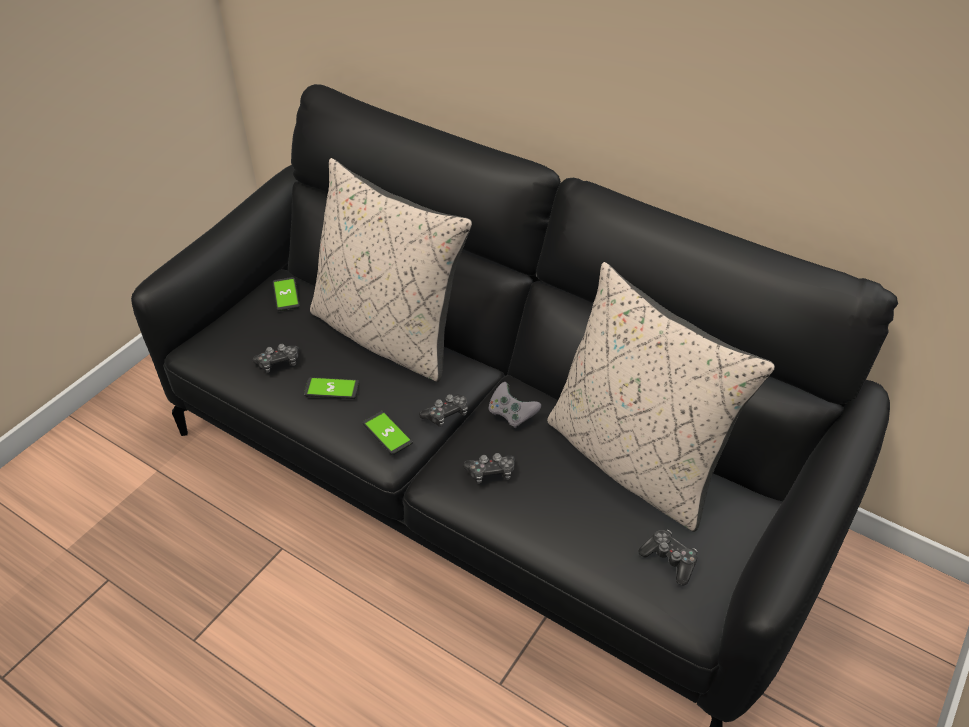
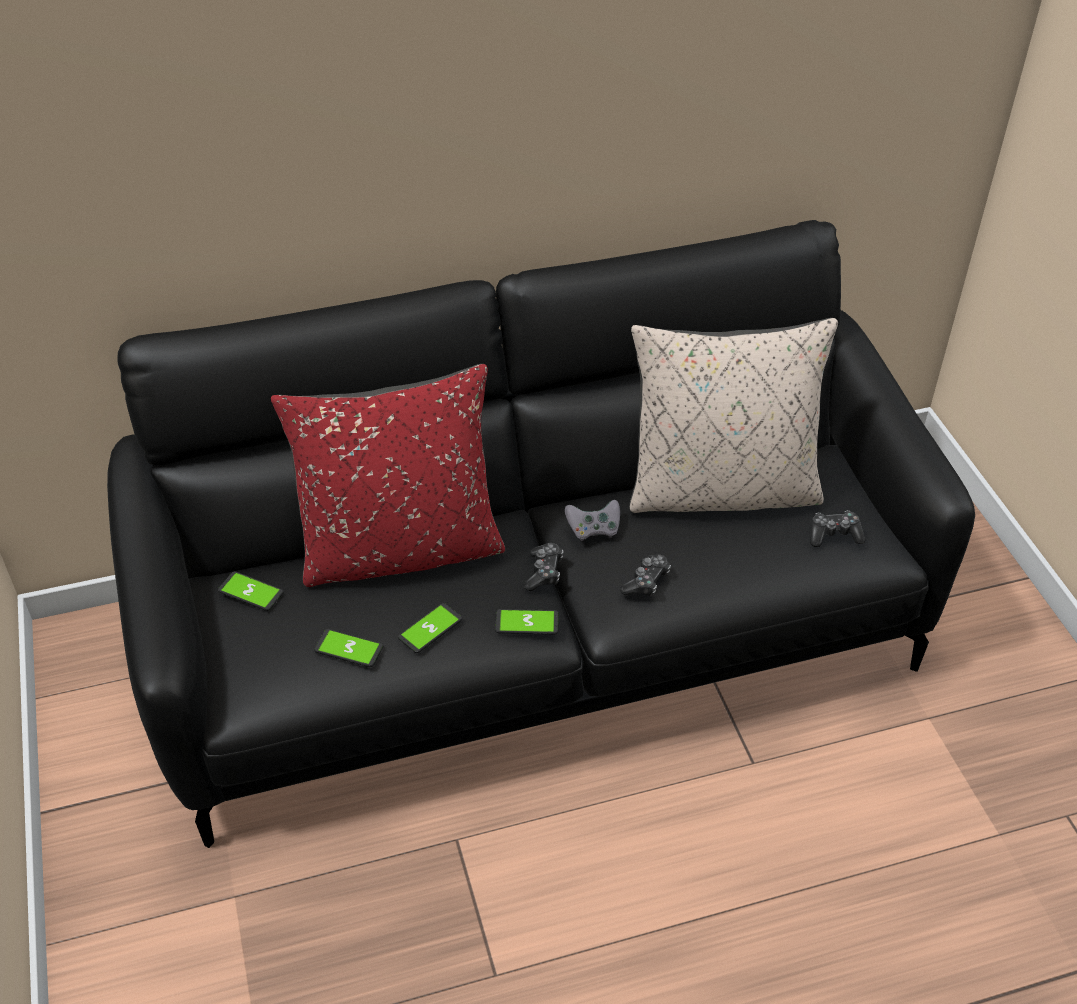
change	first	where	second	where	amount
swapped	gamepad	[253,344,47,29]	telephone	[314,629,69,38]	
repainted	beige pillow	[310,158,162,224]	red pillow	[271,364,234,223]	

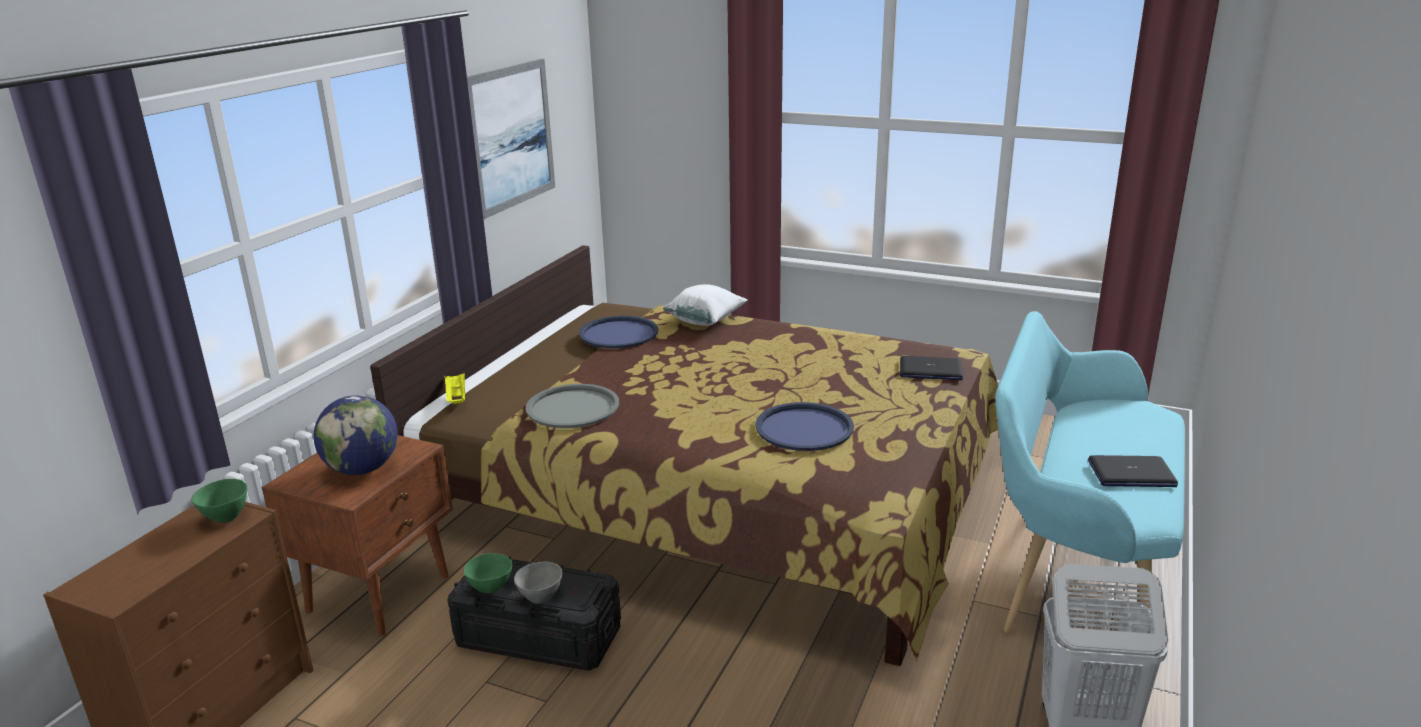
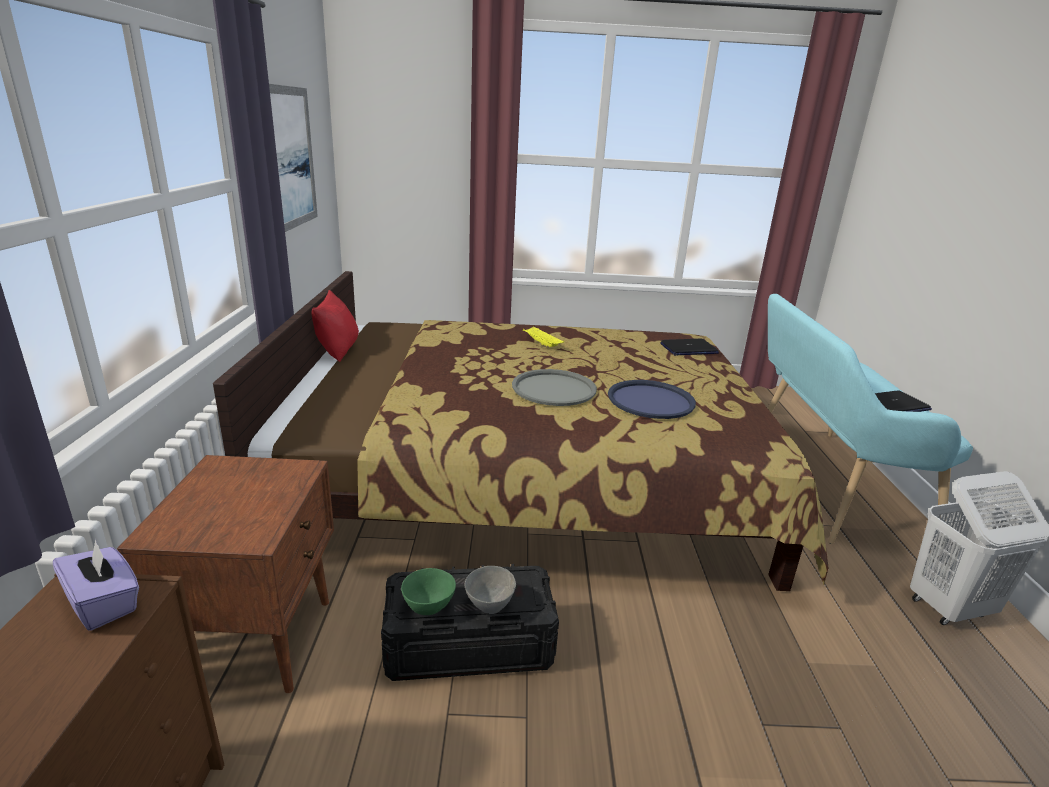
change	first	where	second	where	amount
swapped	greenish deep dish	[191,479,56,44]	purplish tissue box	[53,539,86,92]	
gone	world globe	[313,395,85,80]			
shifted	yellowish carrying tray	[444,372,21,32]		[523,327,41,20]	
shifted	grey carrying tray	[526,384,93,44]		[512,369,85,37]	
gone	bluish carrying tray	[579,316,79,32]			
gone	whitish pillow	[663,284,85,42]			
new			red pillow	[312,290,47,72]	

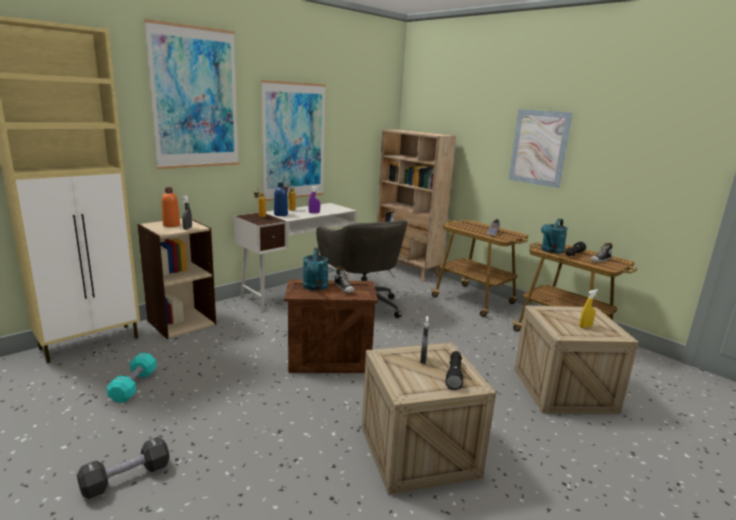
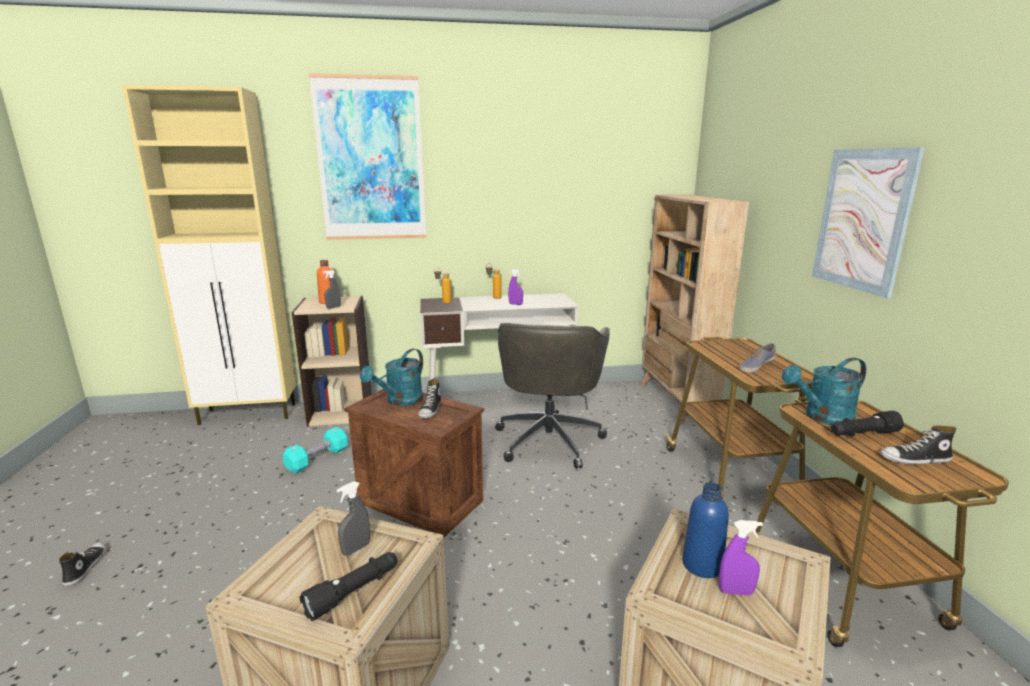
change	first	where	second	where	amount
swapped	black-coloured hand weight	[77,437,93,62]	low shoe	[59,542,47,45]	
shifted	turquoise hand weight	[107,353,50,50]		[282,427,66,46]	
gone	wall art	[261,80,65,121]			
shifted	bluish beverage bottle	[274,183,14,33]		[682,482,47,96]	
repainted	yellowish sprayer	[579,289,19,39]	purplish sprayer	[719,520,44,75]	

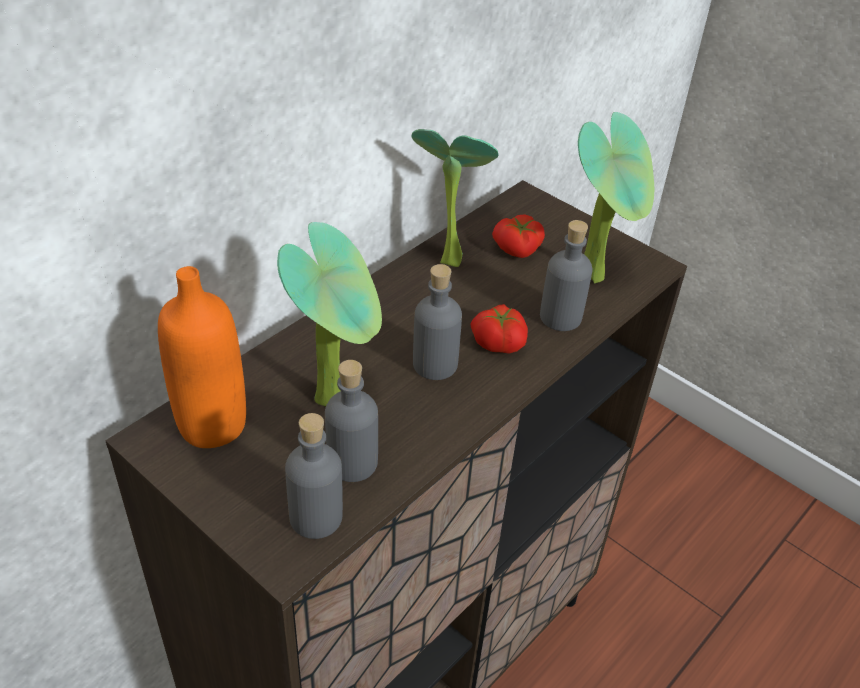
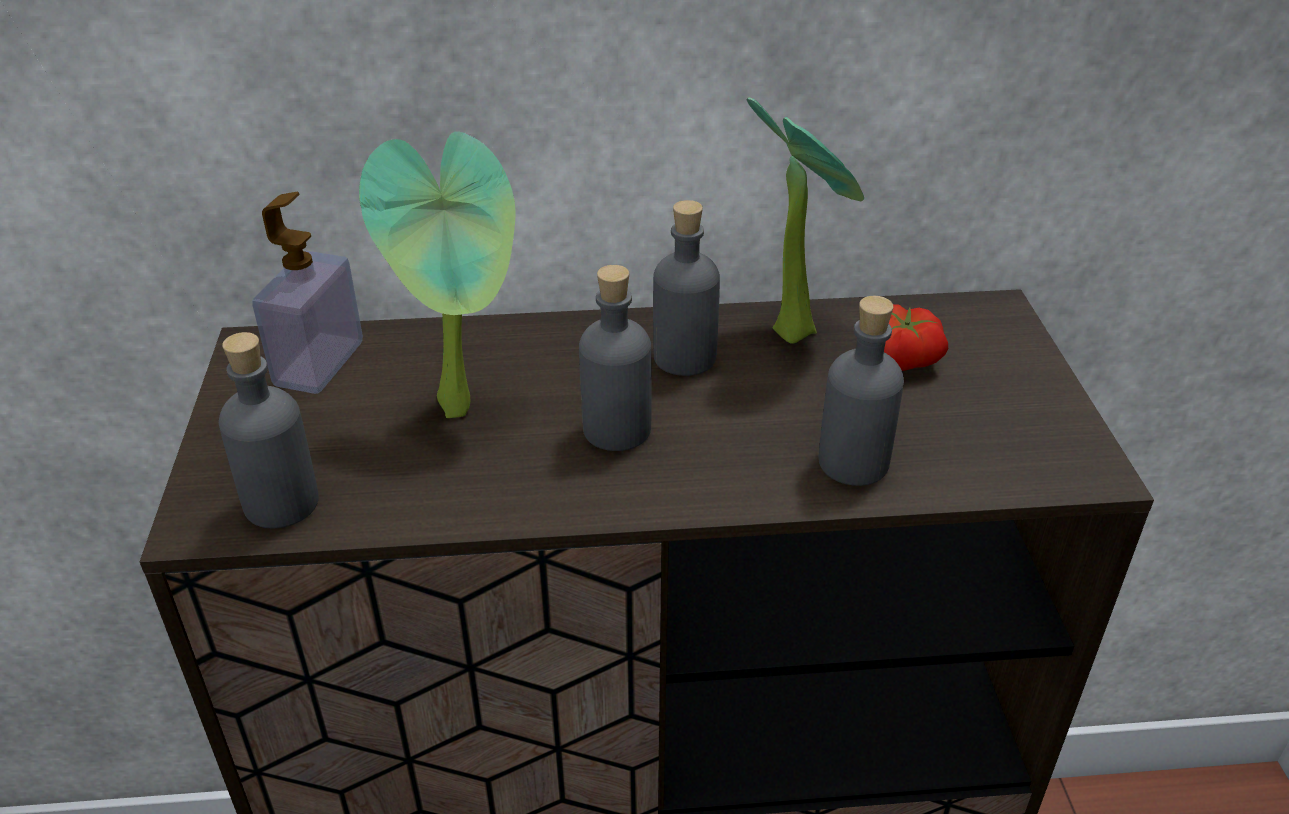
change	first	where	second	where	amount
swapped	orange-coloured beverage bottle	[158,266,88,182]	soap dispenser	[252,192,111,202]	
shifted	grey beverage bottle	[325,360,53,122]		[653,200,67,176]	
gone	tomato	[470,304,58,50]			
gone	potted plant	[578,112,76,171]			

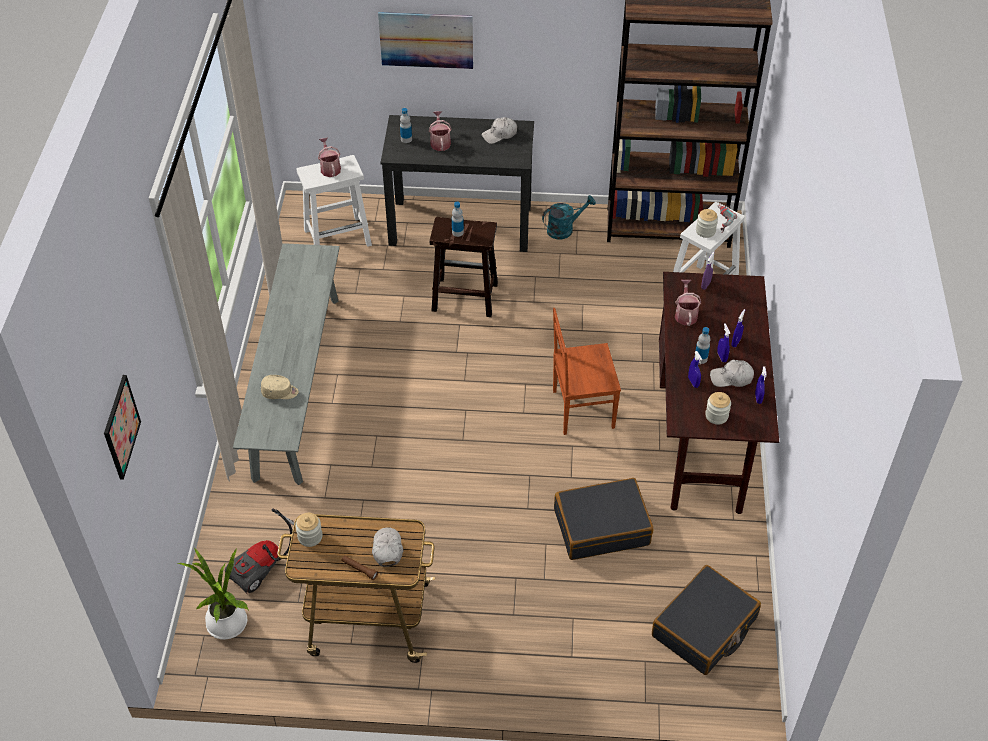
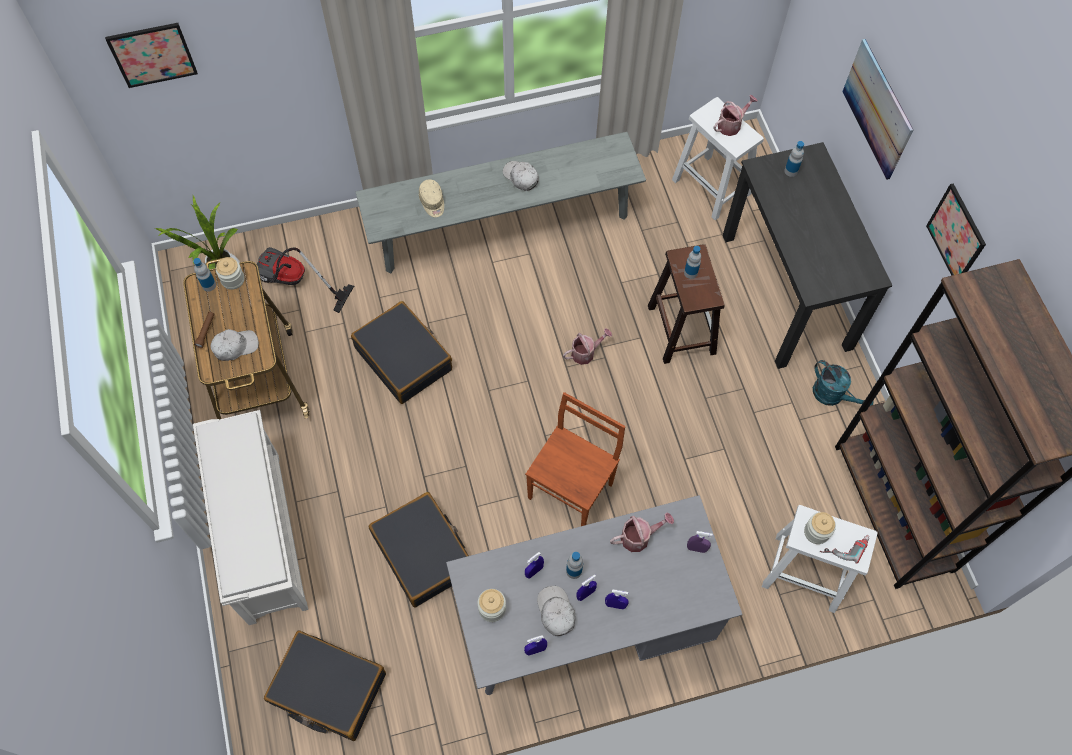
change	first	where	second	where	amount
shifted	watering pot	[429,111,23,40]		[563,328,49,37]	
shifted	whitish cap	[482,117,35,27]		[503,161,36,30]	
rotated	brown-coloured upright chair	[553,308,68,127]		[525,392,100,134]	60 degrees clockwise
repainted	brown-coloured desk table	[659,272,120,242]	grey desk table	[446,495,297,200]	
new			beverage bottle	[193,258,23,34]	
new			whitish shoe rack	[193,410,115,215]	
new			black-coloured travel case	[351,301,101,103]	
new			wall art	[926,184,60,92]	

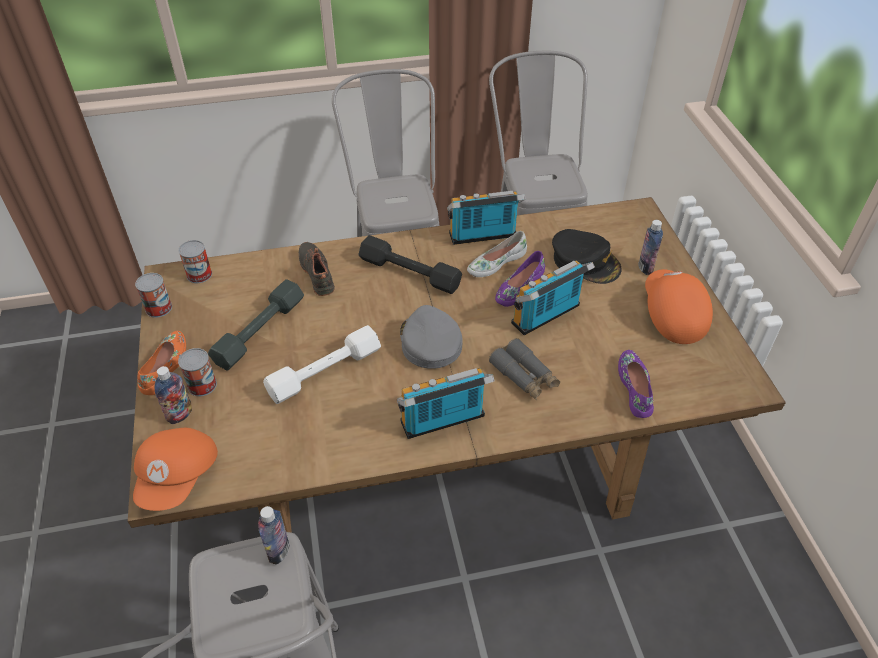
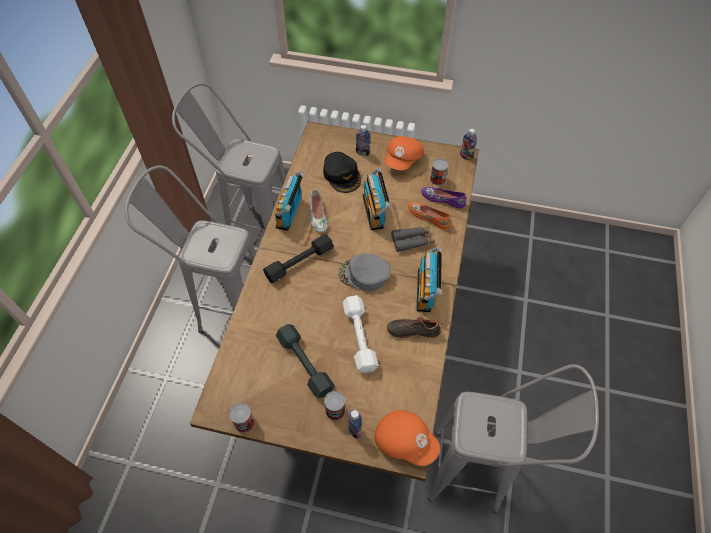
change	first	where	second	where	amount
shifted	orange-coloured low shoe	[137,331,49,64]		[408,202,43,27]	
shifted	metal can	[178,240,34,43]		[430,158,19,27]	
shifted	beverage bottle	[258,506,31,59]		[460,129,17,32]	
shifted	black-coloured low shoe	[299,242,36,54]		[387,315,56,23]	
gone	purplish low shoe	[495,251,50,56]			
rotated	black-coloured cap	[552,229,69,55]		[323,152,38,41]	90 degrees clockwise
rotated	orange-coloured cap	[645,269,68,75]		[384,136,40,34]	75 degrees counterclockwise

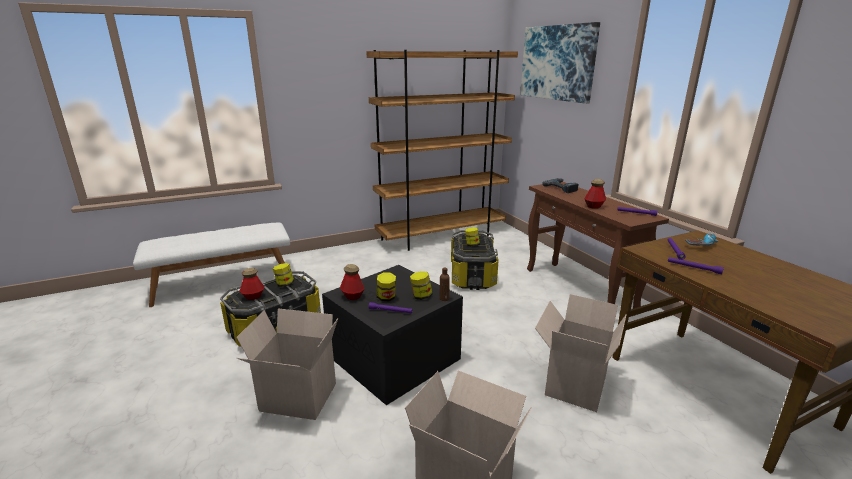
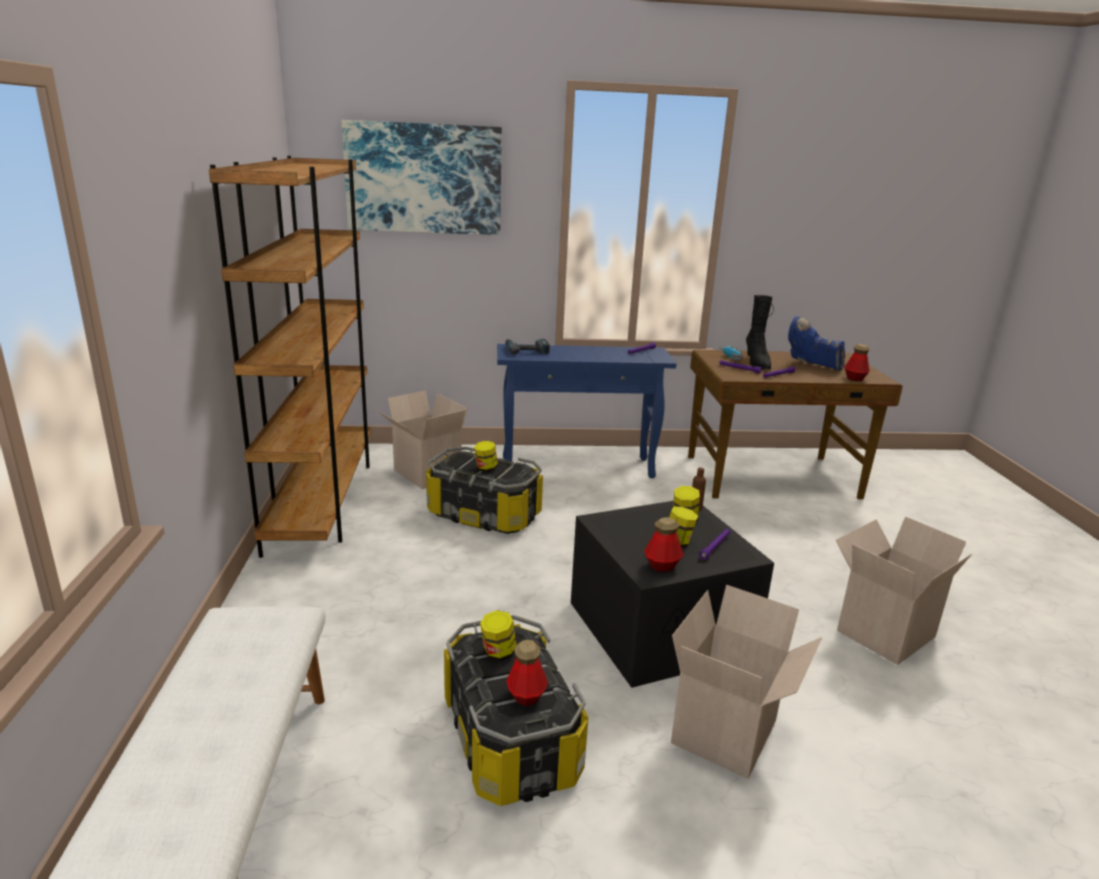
change	first	where	second	where	amount
repainted	brown-coloured hall table	[527,182,142,127]	bluish hall table	[497,344,179,134]	
shifted	cardboard box	[535,294,92,118]		[378,390,90,99]	
shifted	beverage bottle	[584,179,22,30]		[844,344,26,37]	
new			black-coloured boot	[746,295,28,75]	
new			bluish boot	[788,316,57,55]	

